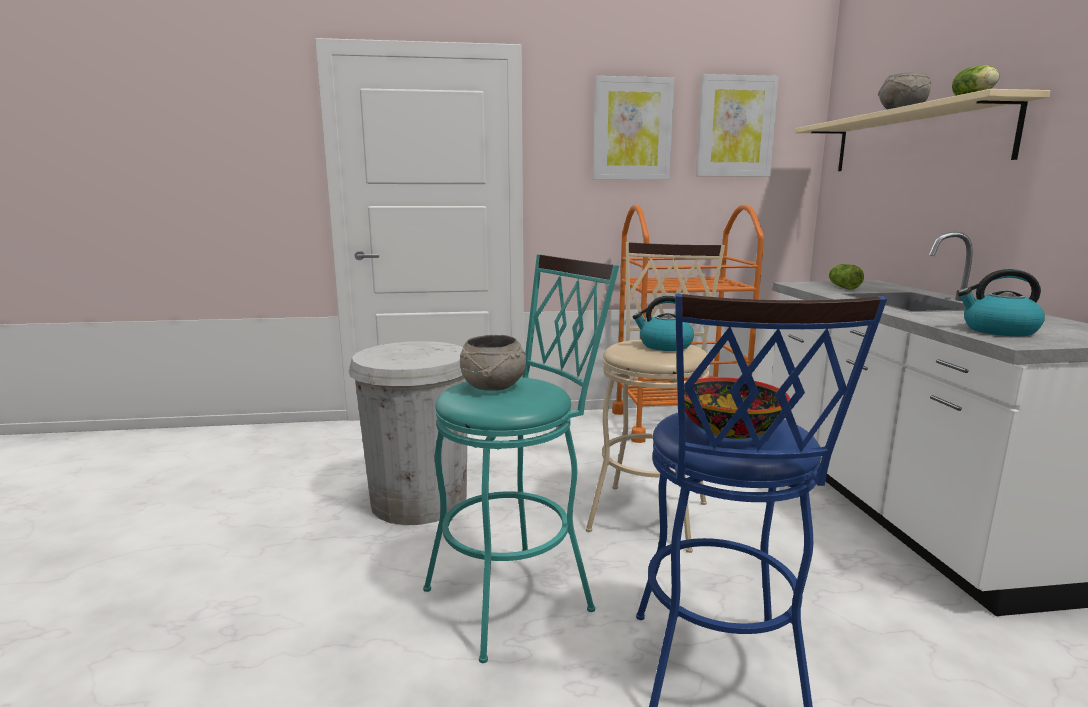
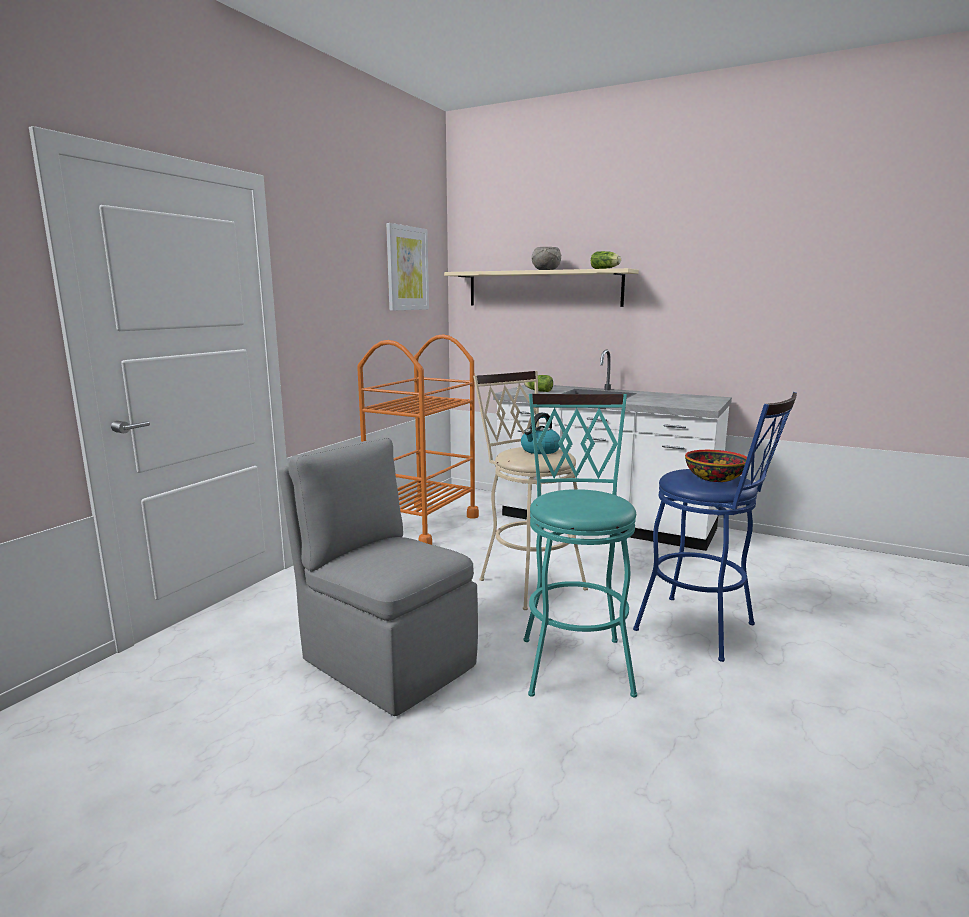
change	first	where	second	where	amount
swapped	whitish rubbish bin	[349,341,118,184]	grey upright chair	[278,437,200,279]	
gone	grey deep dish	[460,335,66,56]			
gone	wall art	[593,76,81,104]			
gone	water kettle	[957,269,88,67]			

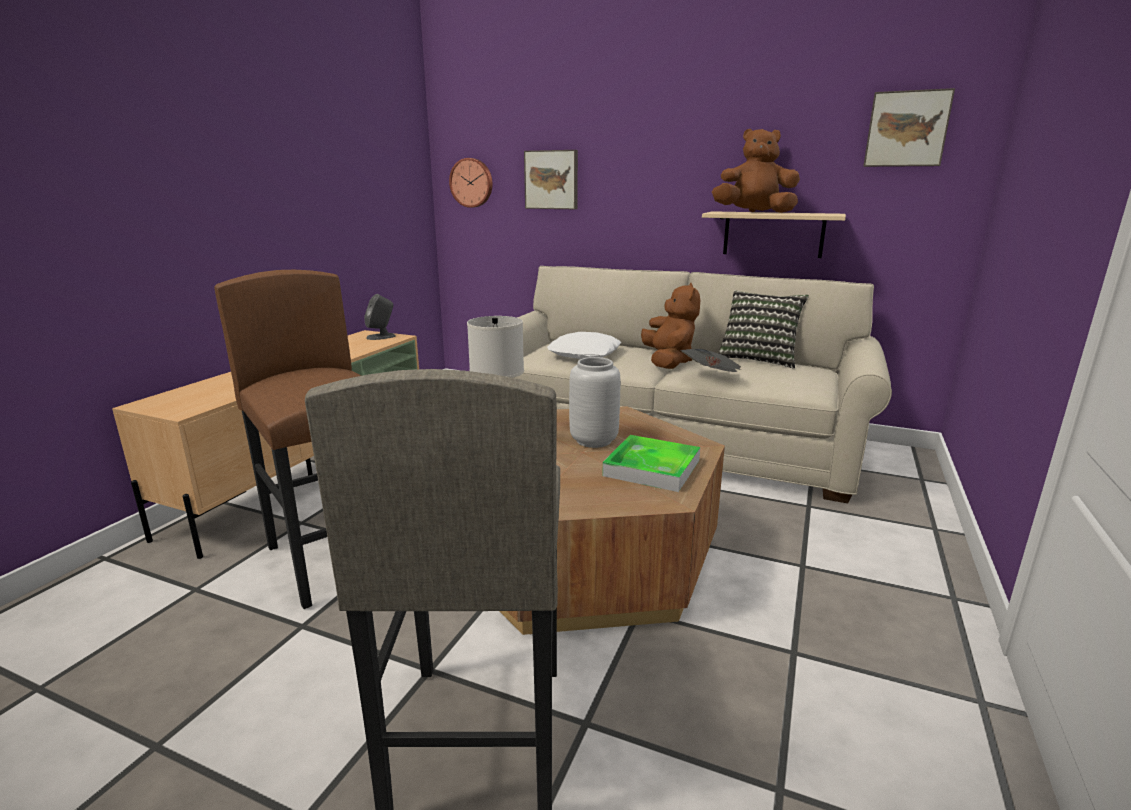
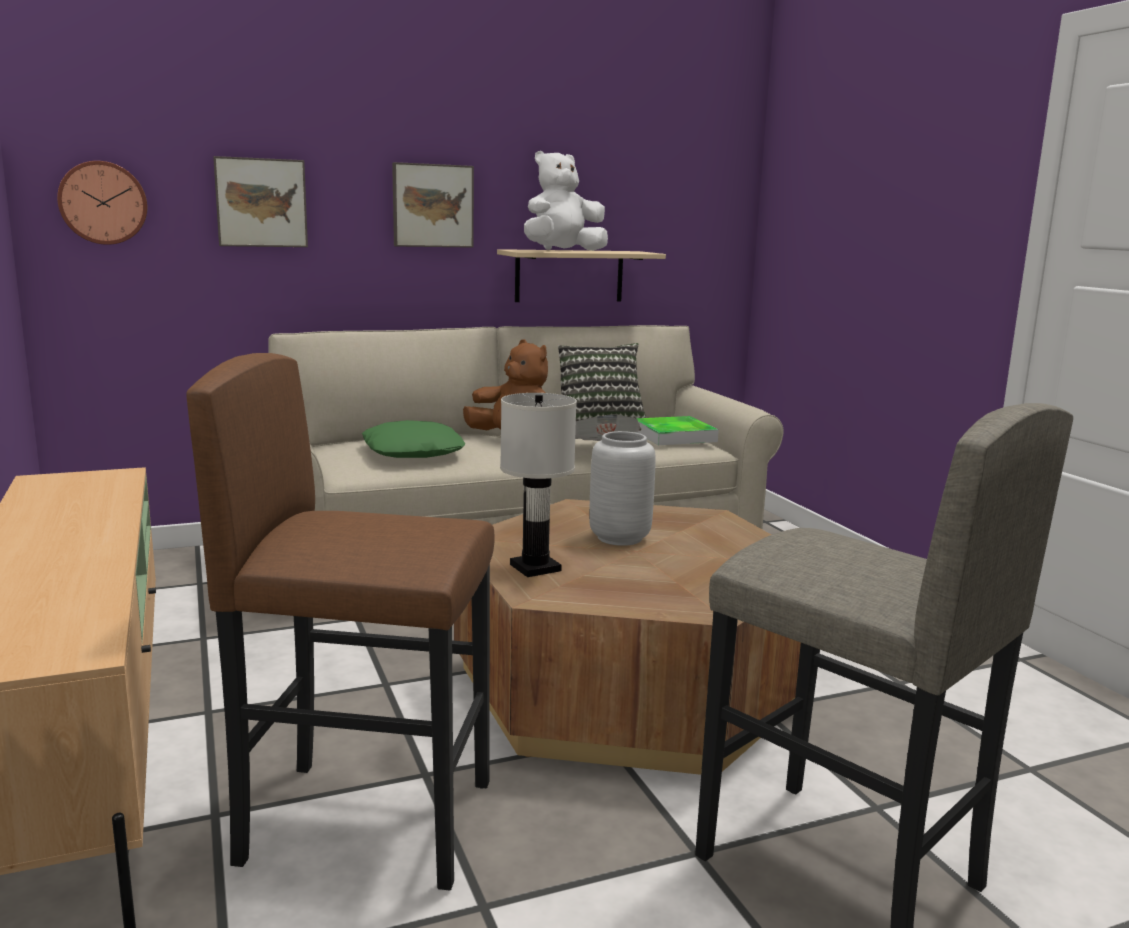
change	first	where	second	where	amount
gone	grey loudspeaker	[364,294,32,46]			
repainted	whitish pillow	[547,332,74,27]	greenish pillow	[362,420,103,38]	
shifted	carrying tray	[602,435,98,57]		[635,416,84,29]	
repainted	brown-coloured plush toy	[712,129,88,84]	whitish plush toy	[524,151,84,100]	
shifted	wall art	[863,88,92,79]		[392,162,82,86]	

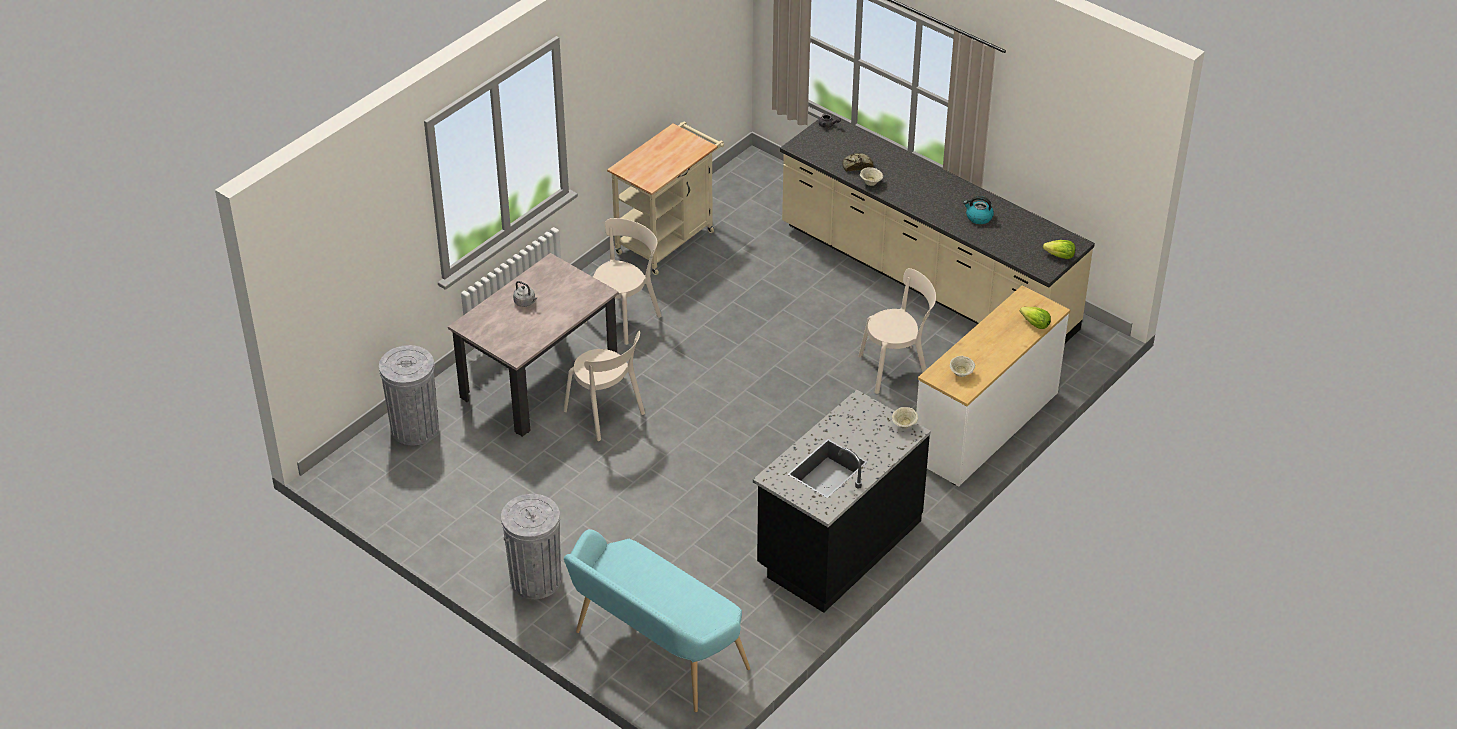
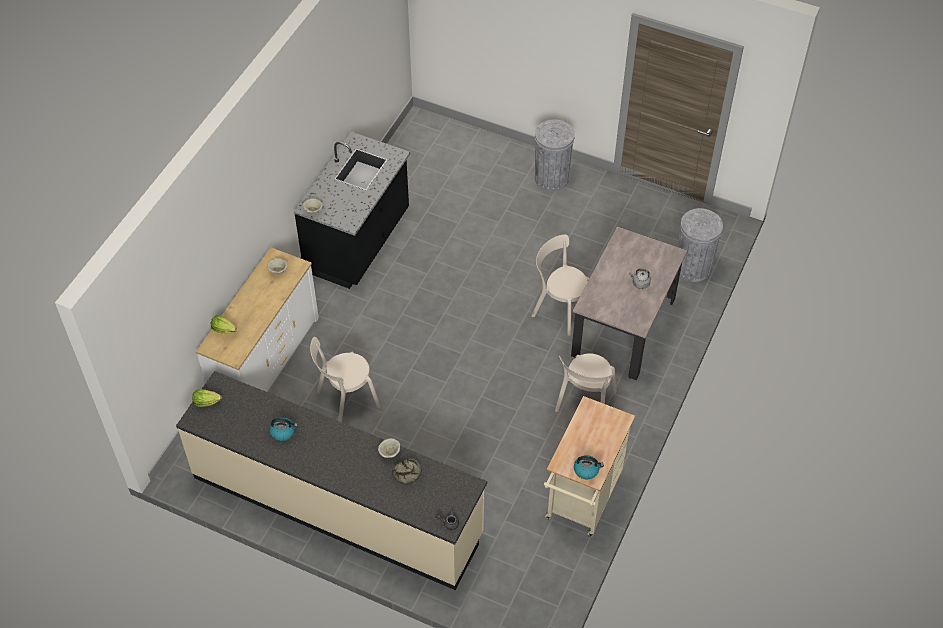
change	first	where	second	where	amount
gone	turquoise bench	[564,529,186,183]			
new			water kettle	[574,455,30,24]	

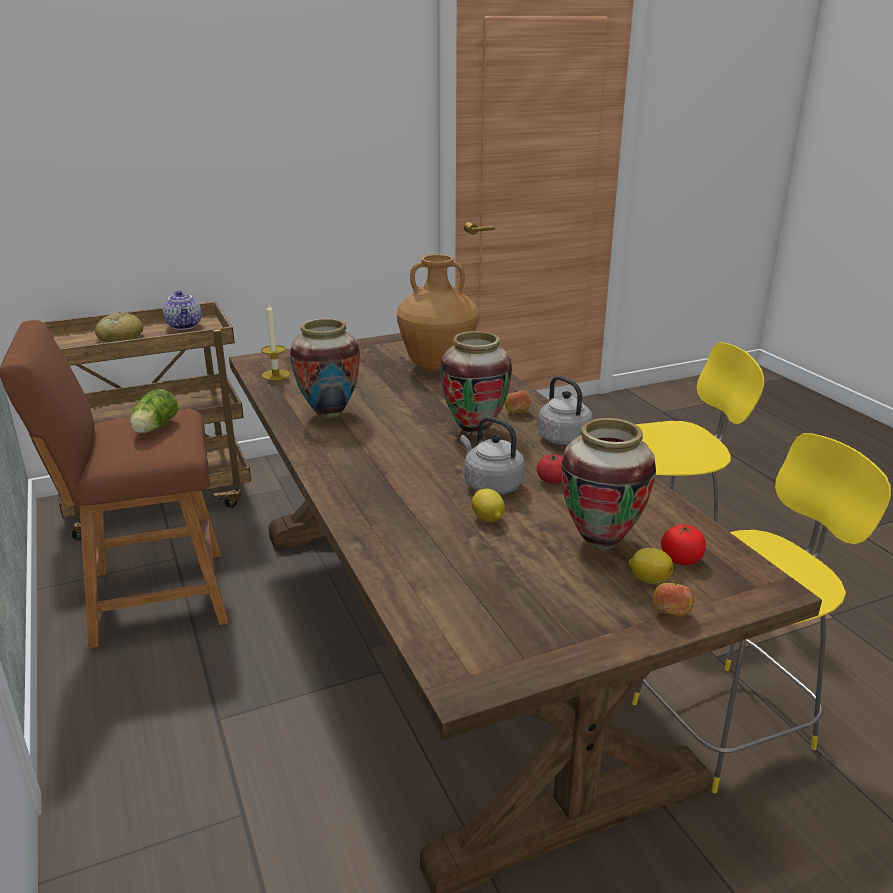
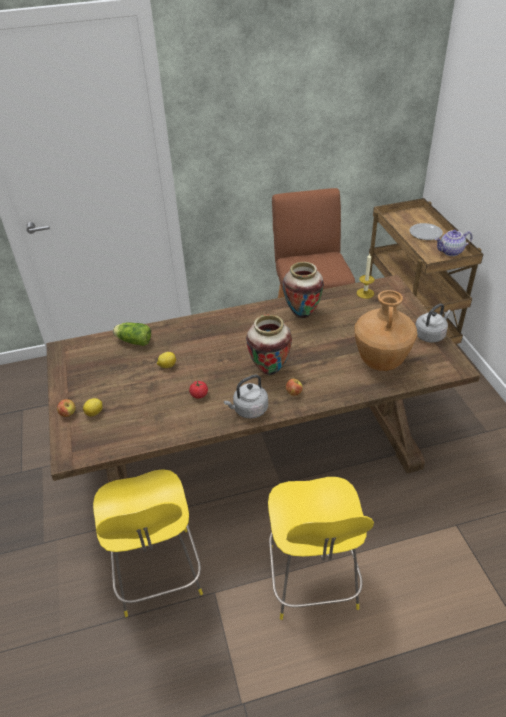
change	first	where	second	where	amount
swapped	bakery bread	[95,312,48,30]	flat dish	[409,223,34,17]	
shifted	lettuce	[130,389,48,45]		[113,322,38,24]	
shifted	grey water kettle	[460,417,65,78]		[415,303,36,39]	
gone	decorative vase	[561,418,95,132]			
gone	tomato	[661,524,45,41]			

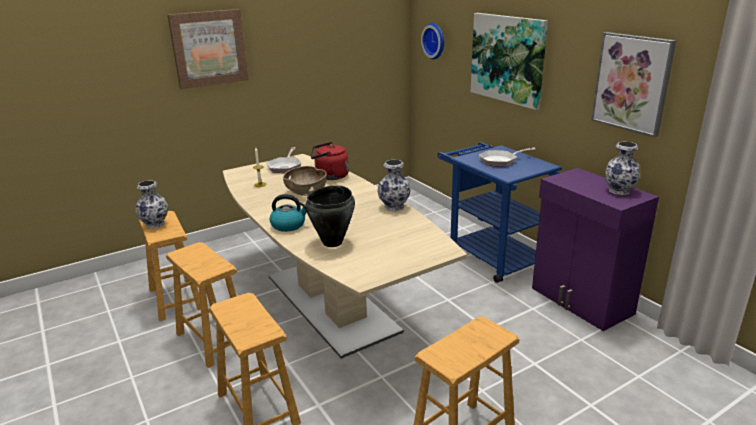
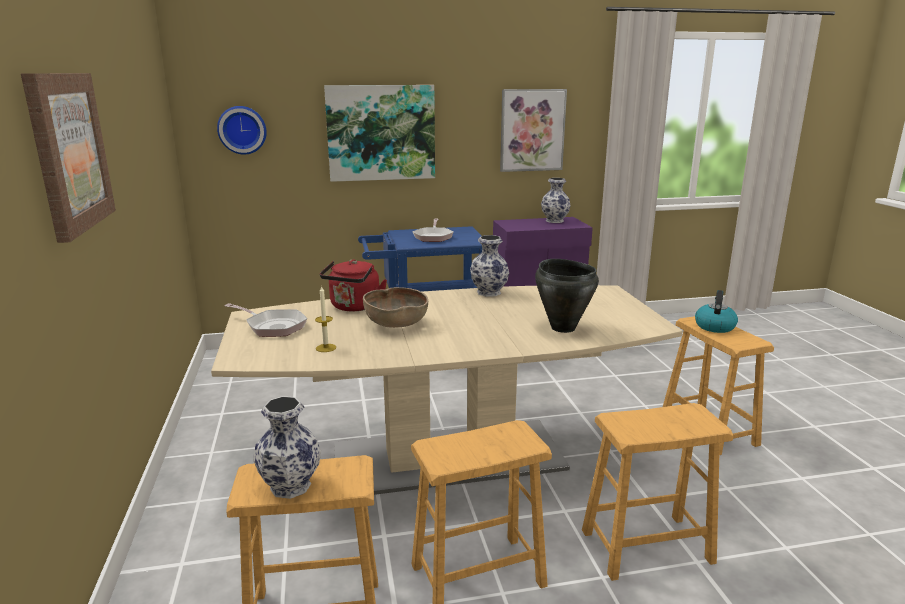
change	first	where	second	where	amount
shifted	water kettle	[270,194,36,38]		[695,290,43,43]	

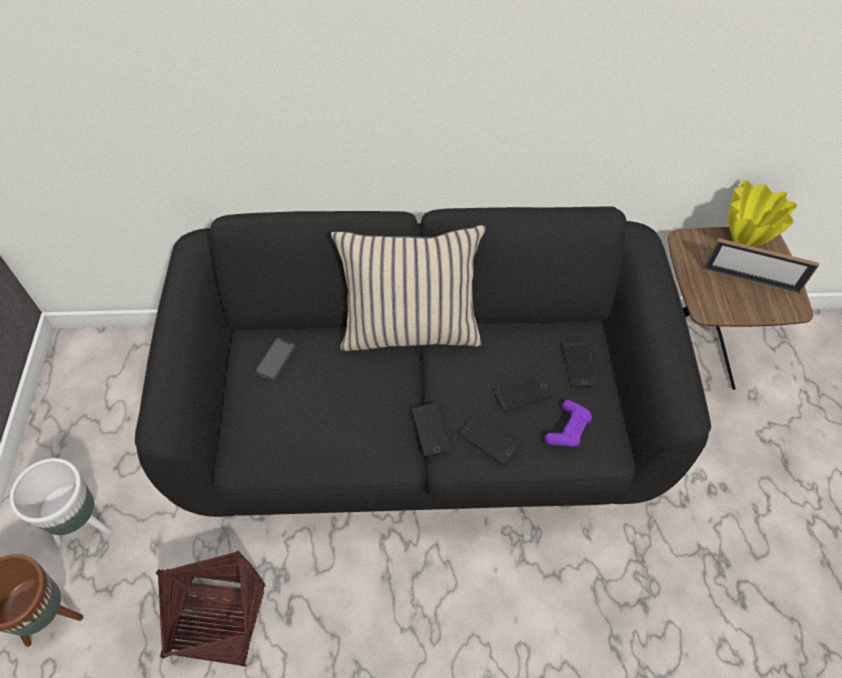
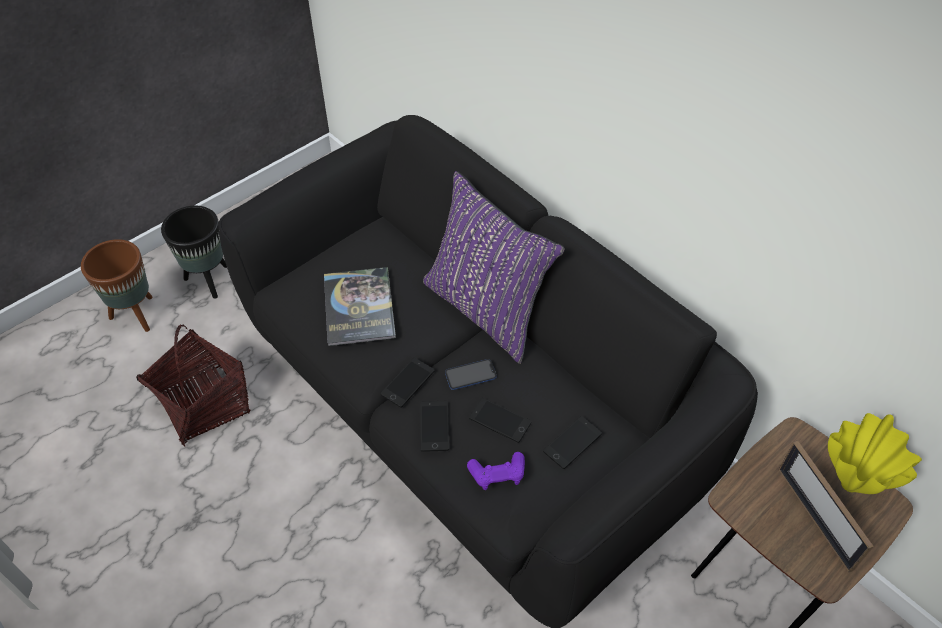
change	first	where	second	where	amount
repainted	whitish flower pot	[10,458,101,88]	black-coloured flower pot	[161,205,66,94]	
shifted	telephone	[255,337,40,43]		[445,359,52,31]	
repainted	beige pillow	[331,225,155,126]	purplish pillow	[423,171,142,193]	
new			book	[324,267,72,79]	

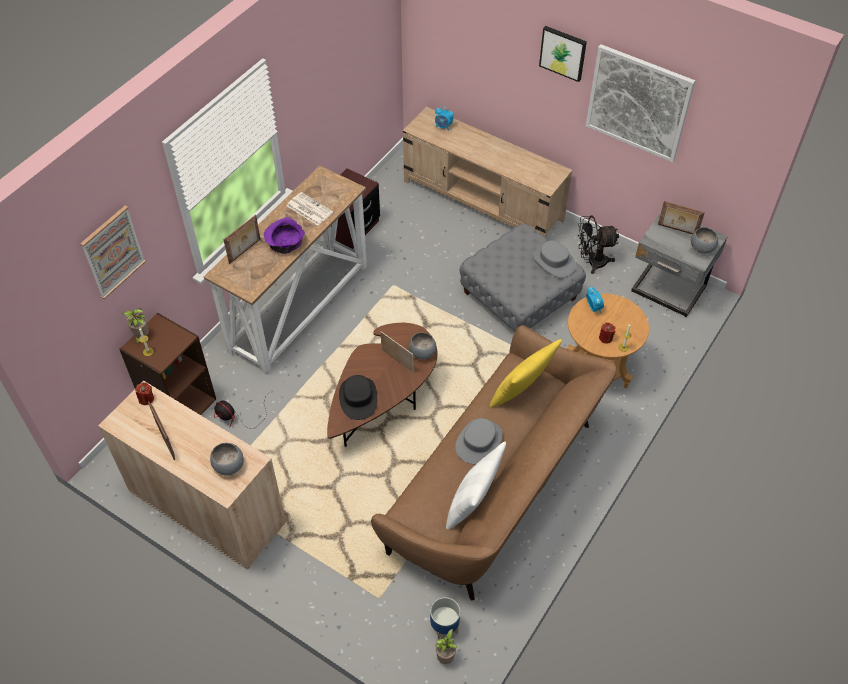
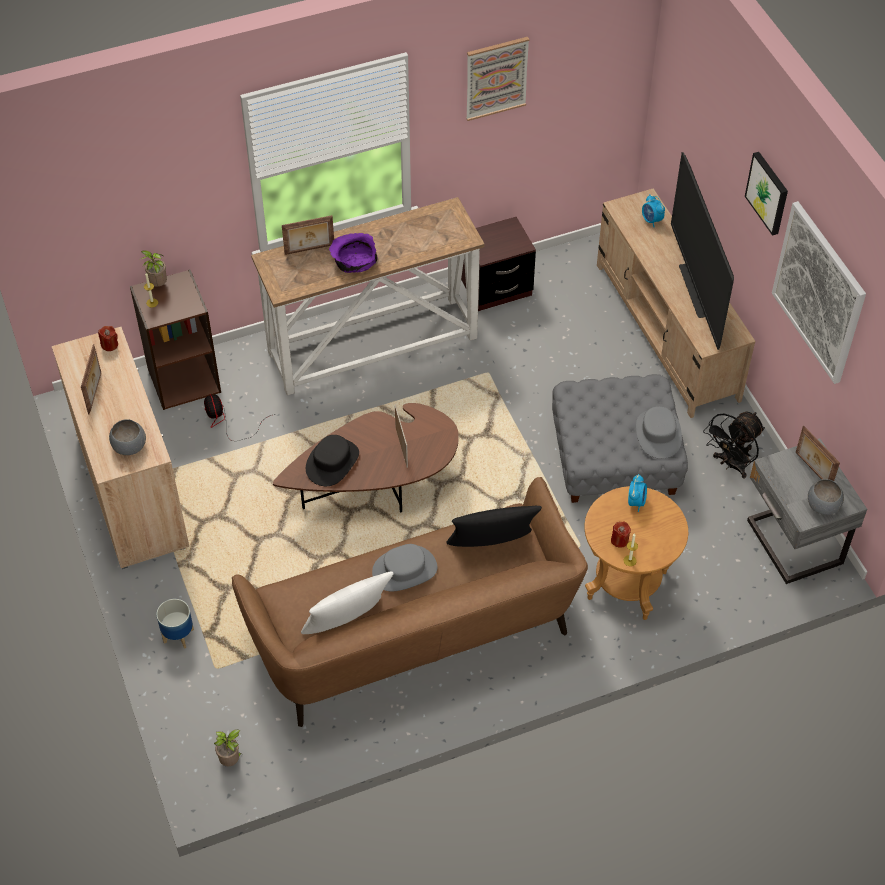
change	first	where	second	where	amount
shifted	wall art	[80,206,66,93]		[466,37,64,84]	
gone	newspaper	[287,192,46,34]			
gone	grey deep dish	[409,333,27,27]			
shifted	flower pot	[430,597,30,43]		[156,599,38,50]	
repainted	yellowish pillow	[490,339,72,68]	black-coloured pillow	[446,506,96,41]	
rotated	black-coloured cooling fan	[578,216,41,58]		[703,412,62,66]	75 degrees counterclockwise
new			TV	[671,152,63,198]	

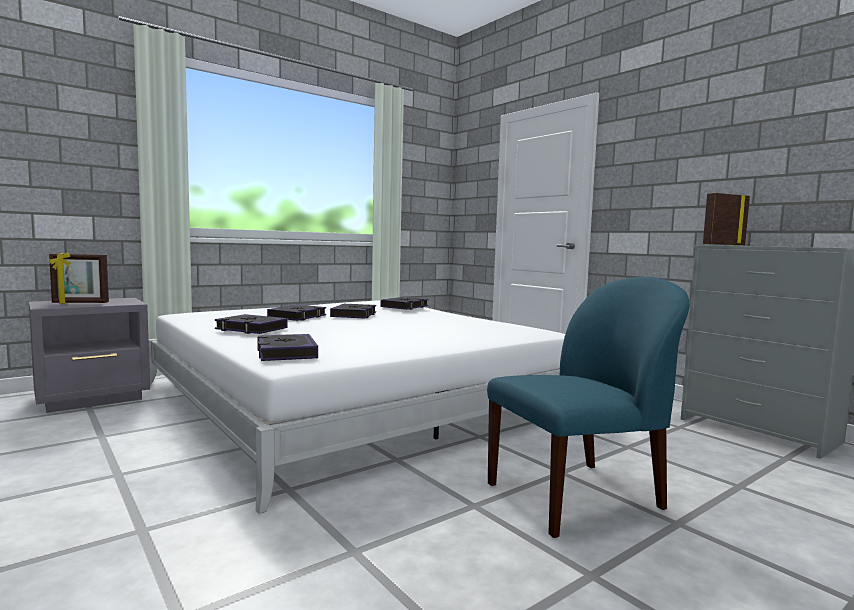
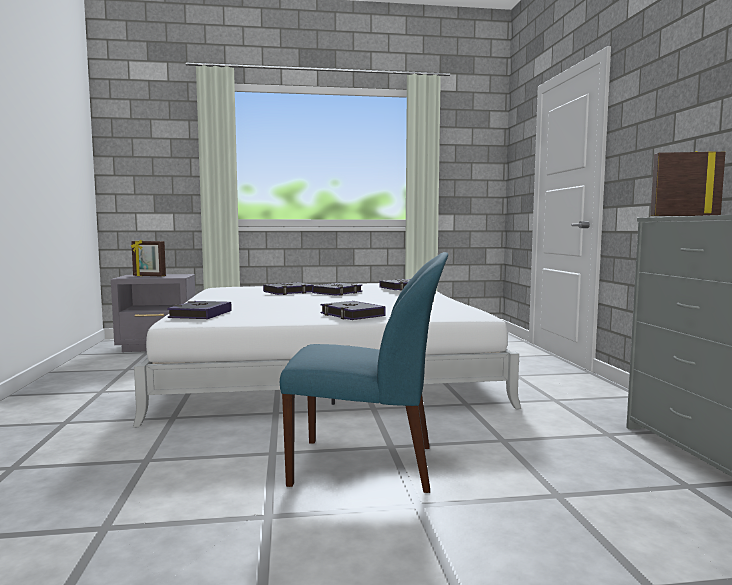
change	first	where	second	where	amount
shifted	book	[215,314,72,20]		[320,301,65,19]	

